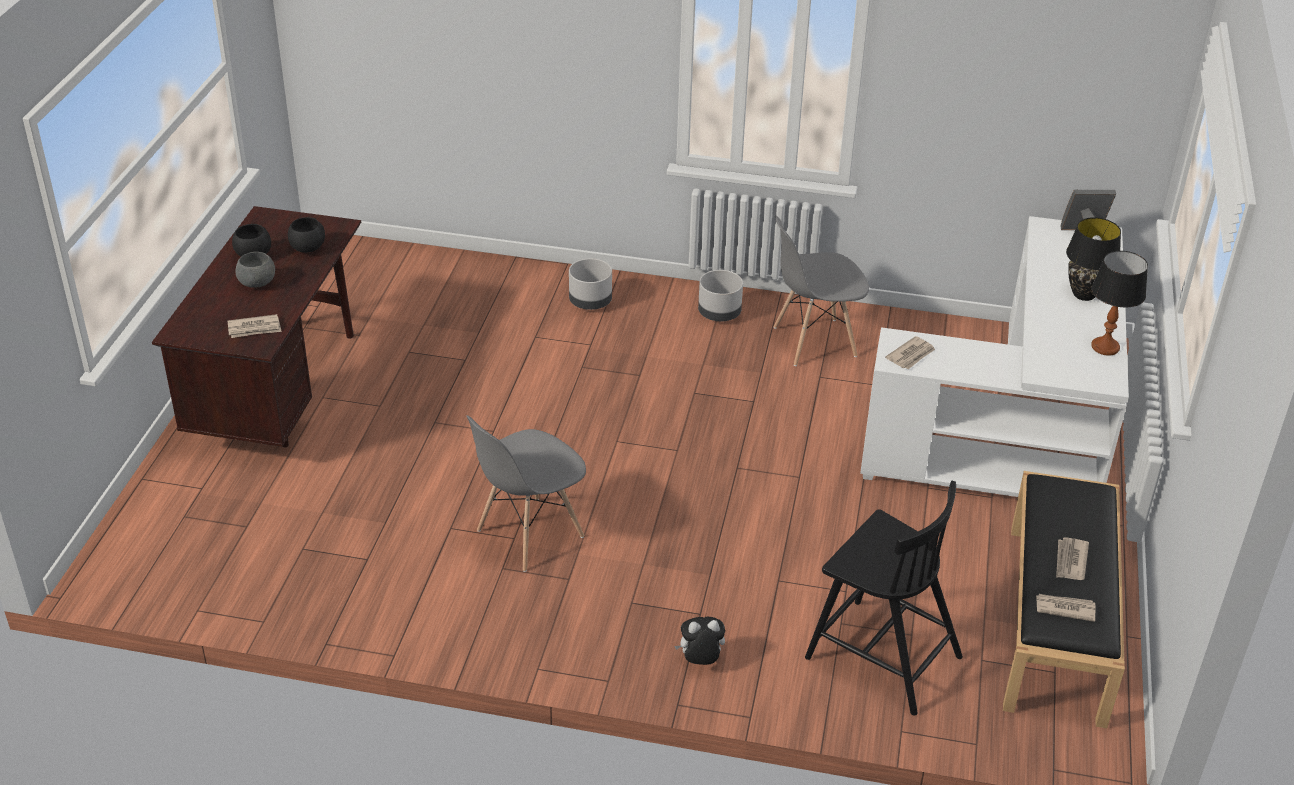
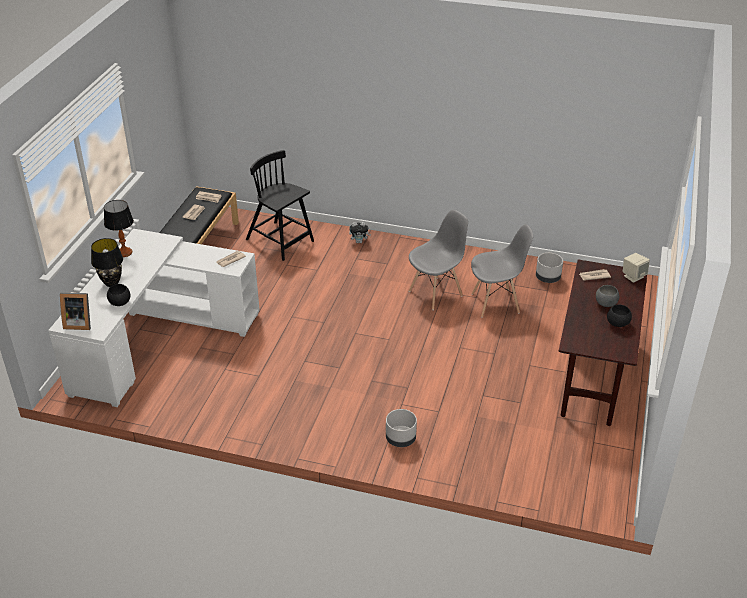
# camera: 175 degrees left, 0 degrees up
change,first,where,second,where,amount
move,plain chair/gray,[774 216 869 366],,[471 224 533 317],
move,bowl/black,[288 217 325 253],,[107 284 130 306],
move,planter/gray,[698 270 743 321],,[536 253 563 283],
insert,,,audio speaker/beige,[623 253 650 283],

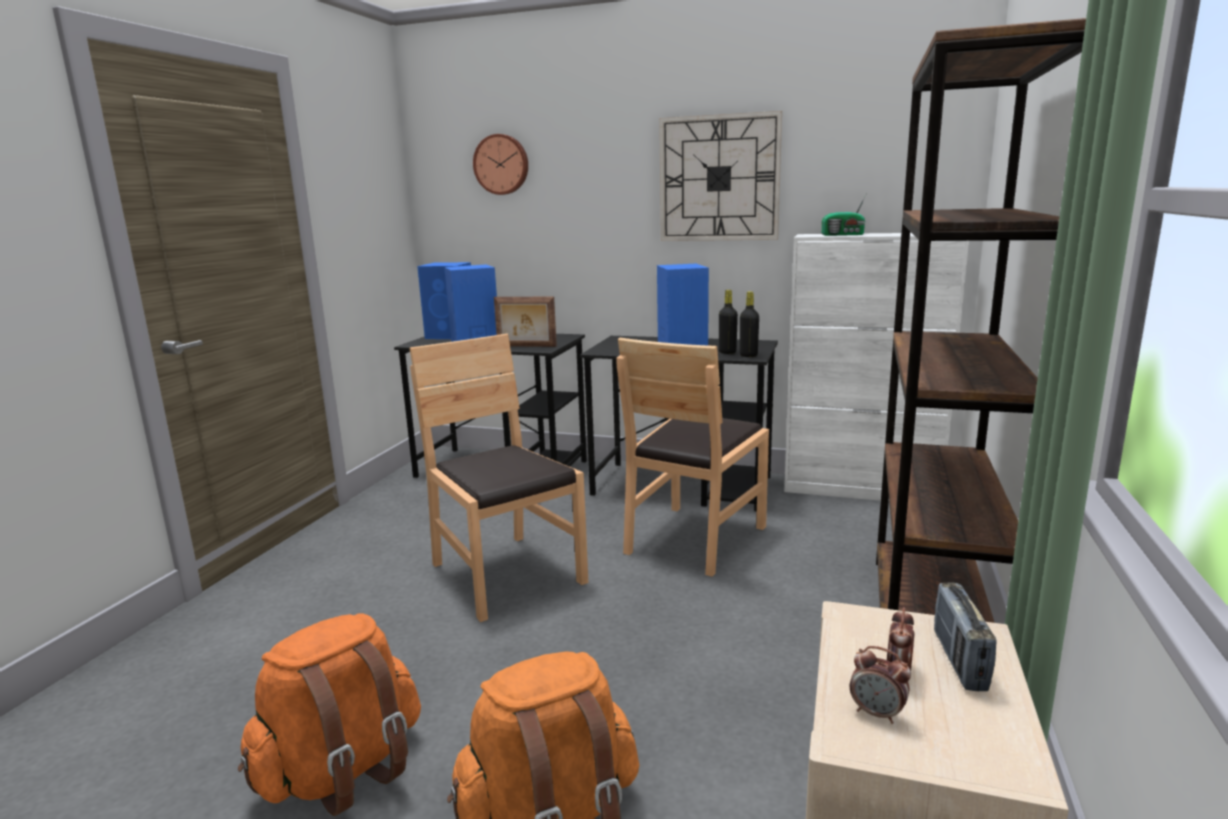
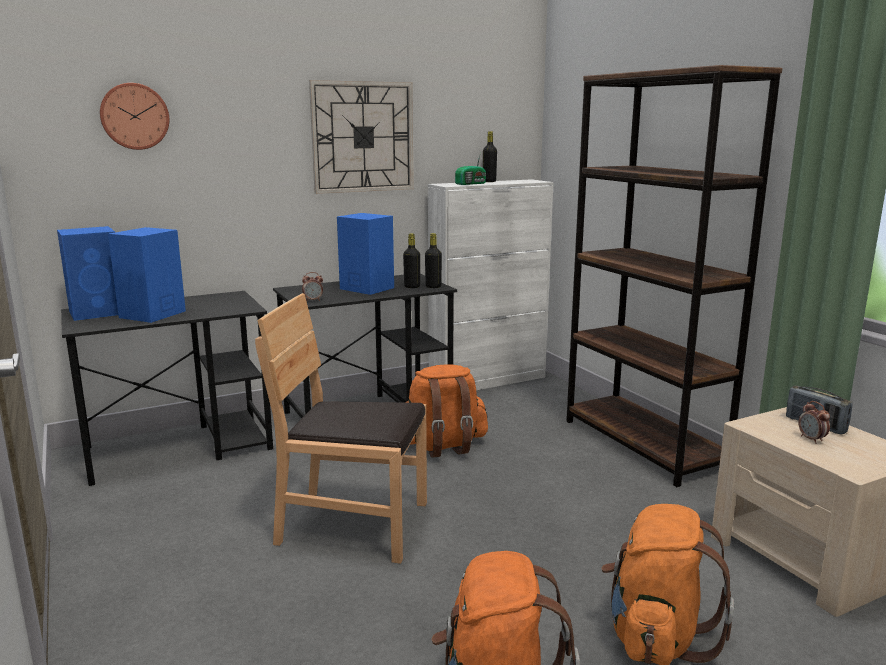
# camera: 45 degrees left, 0 degrees up
change,first,where,second,where,amount
delete,photo frame,[494 297 557 347],,,
replace,plain chair/brownish,[616 338 769 577],backpack/orangey,[406 364 488 458],
move,table clock,[850 646 911 724],,[302 272 323 301],
insert,,,bottle/black,[483 131 497 182],

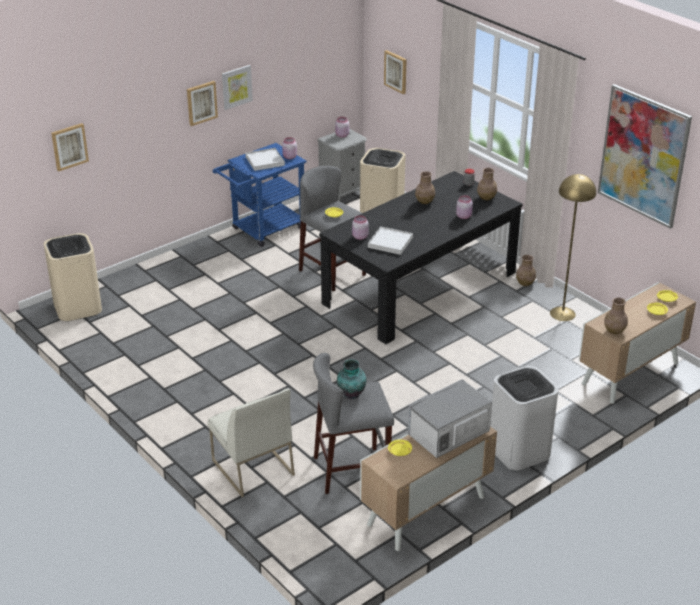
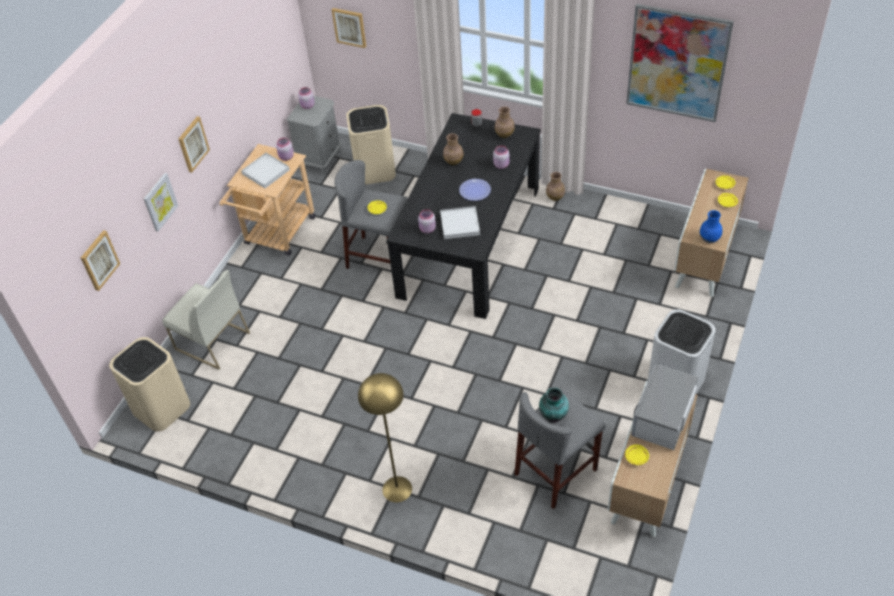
# camera: 25 degrees left, 15 degrees up
change,first,where,second,where,amount
move,wall picture,[222 65 253 110],,[144 173 178 231],
recolor,cart/bluish,[213 143 307 247],cart/beige,[220 144 315 256],
move,standing lamp/yellowish,[550 174 596 321],,[358 373 412 503],
recolor,flower vase/brownish,[604 298 628 334],flower vase/bluish,[700 210 722 243],
move,plain chair/white-coloured,[208 389 295 497],,[162 270 250 370],
insert,,,flat dish,[459 179 491 201],

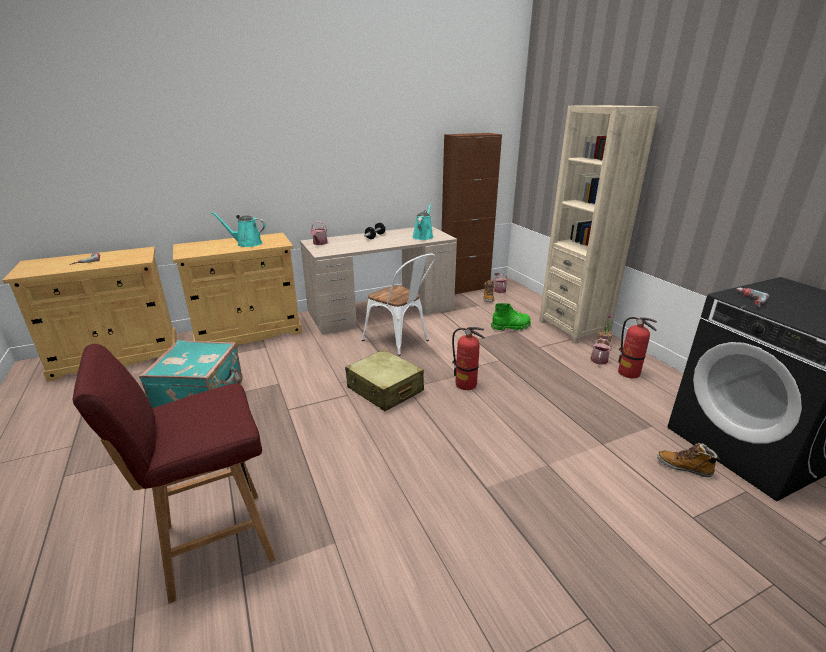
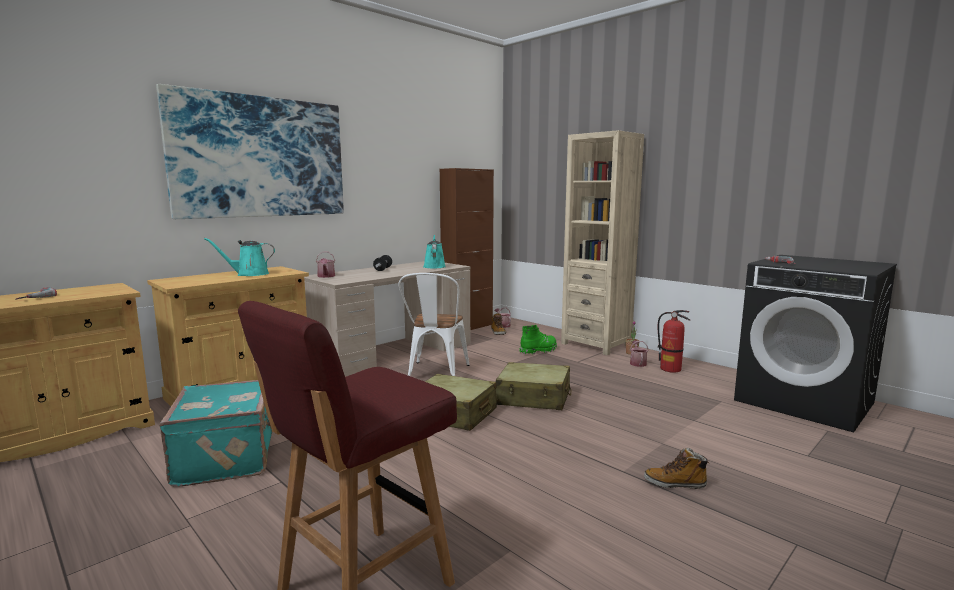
# camera: 20 degrees left, 15 degrees down
change,first,where,second,where,amount
rotate,plain chair/white-coloured,[362 254 436 356],,[398 273 470 376],75 degrees clockwise
replace,extinguisher,[452 327 485 390],piece of luggage/beige,[496 362 571 410],
move,boot,[657 443 720 477],,[644 447 709 489],
insert,,,wall picture,[156 84 344 219],

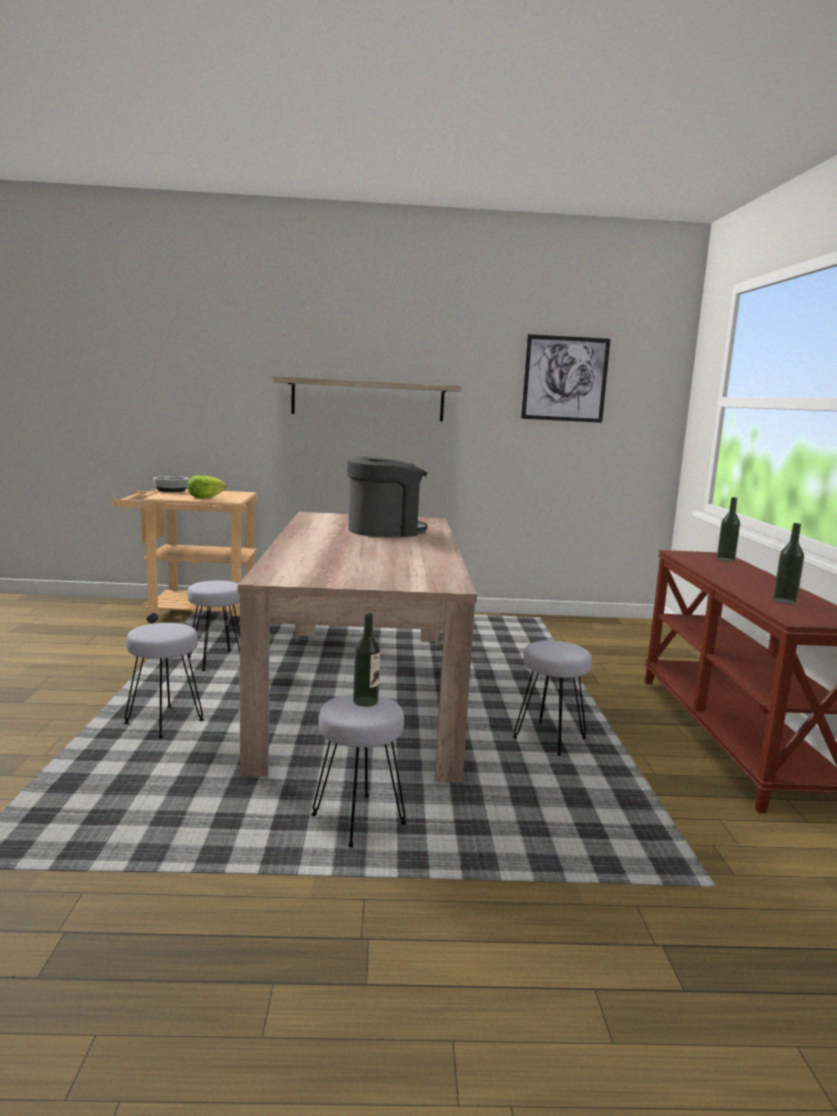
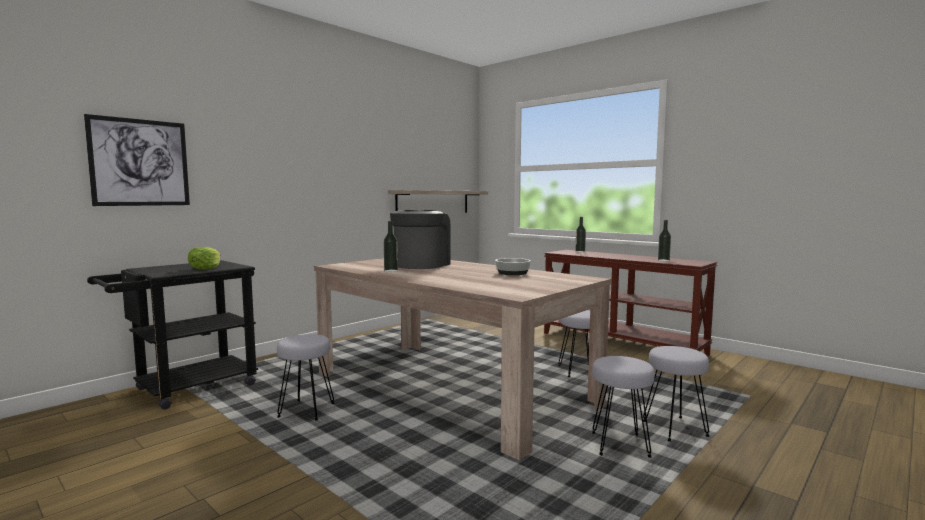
# camera: 45 degrees left, 5 degrees down
change,first,where,second,where,amount
move,wall picture,[521 334 611 423],,[84 114 190 206],
move,bracket shelf,[273 376 461 421],,[388 190 488 213],
move,bowl,[153 476 189 492],,[495 258 531 275],
recolor,cart/beige,[111 489 258 626],cart/black,[87 260 258 410],
move,bottle,[353 613 380 707],,[384 221 398 272],
move,stool seat/gray,[124 623 204 739],,[643 346 710 442],

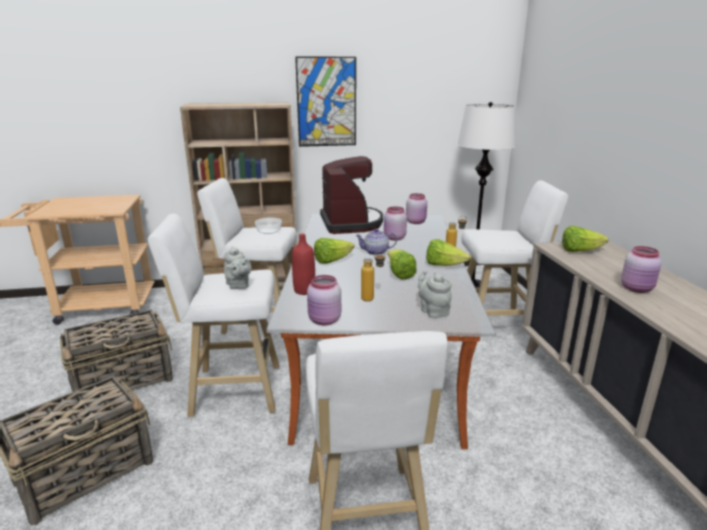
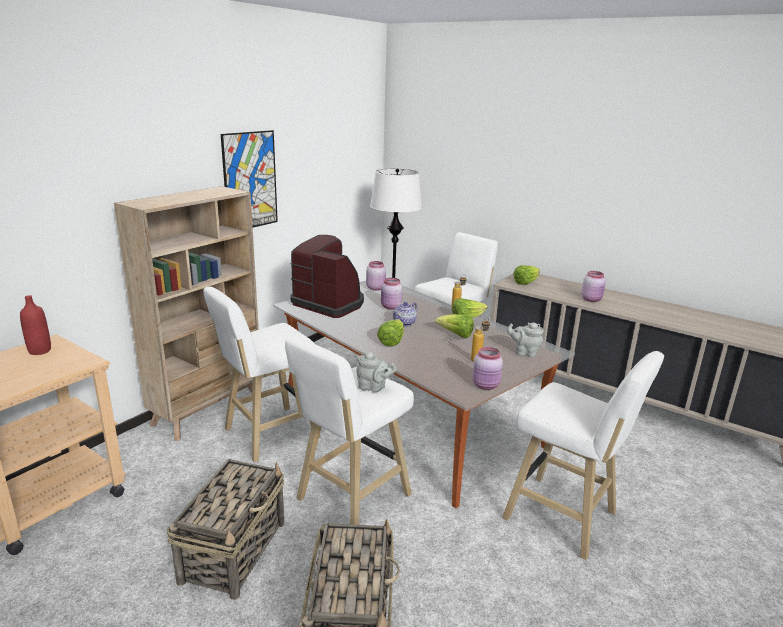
# camera: 45 degrees left, 0 degrees up
change,first,where,second,where,amount
delete,bowl,[255 217 282 234],,,
move,bottle/reddish,[292 234 315 295],,[20 295 51 355],

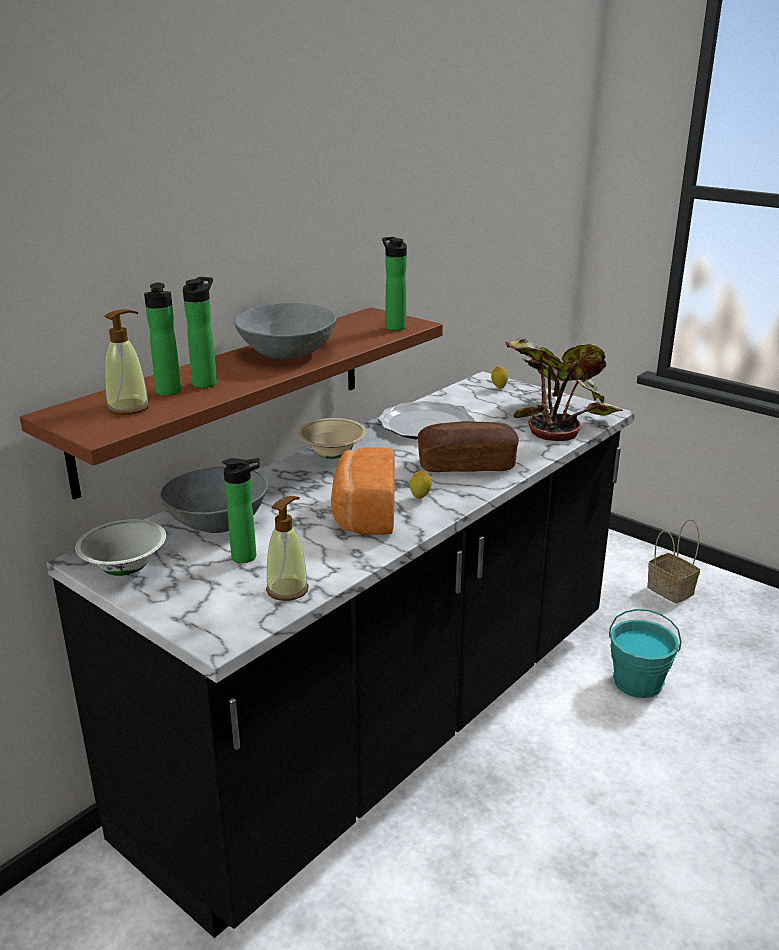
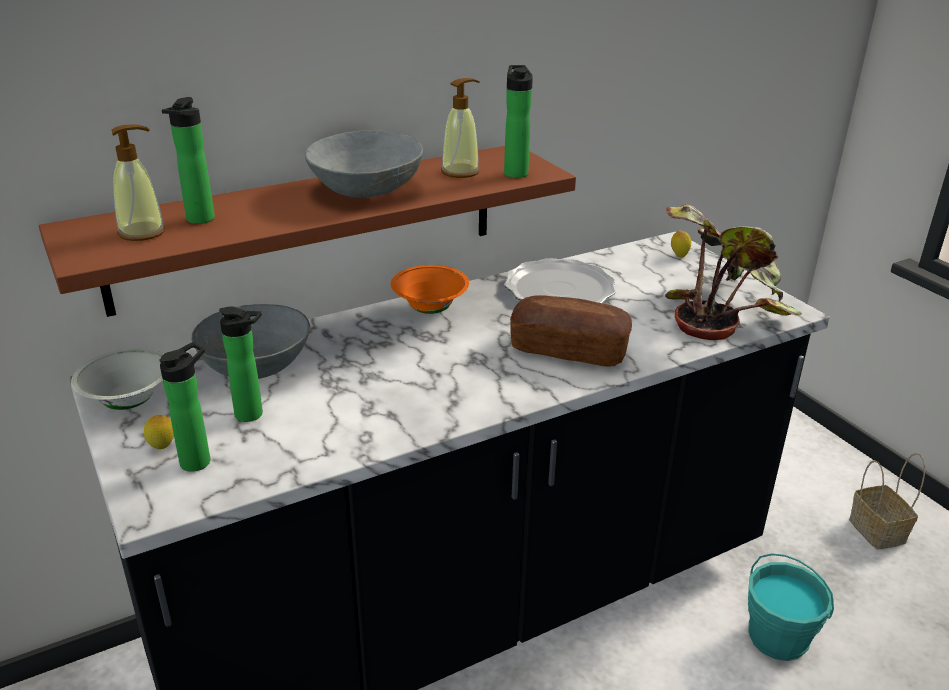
# camera: 20 degrees right, 5 degrees up
change,first,where,second,where,amount
move,bottle,[183 277 217 388],,[159 342 210 472],
recolor,bowl/beige,[298 418 367 459],bowl/orangey,[391 265 469 314],
delete,bread,[331 447 395 535],,,
move,whole lemon,[410 471 432 498],,[144 415 174 449],
move,liquid soap bottle,[266 496 309 601],,[441 78 480 178],

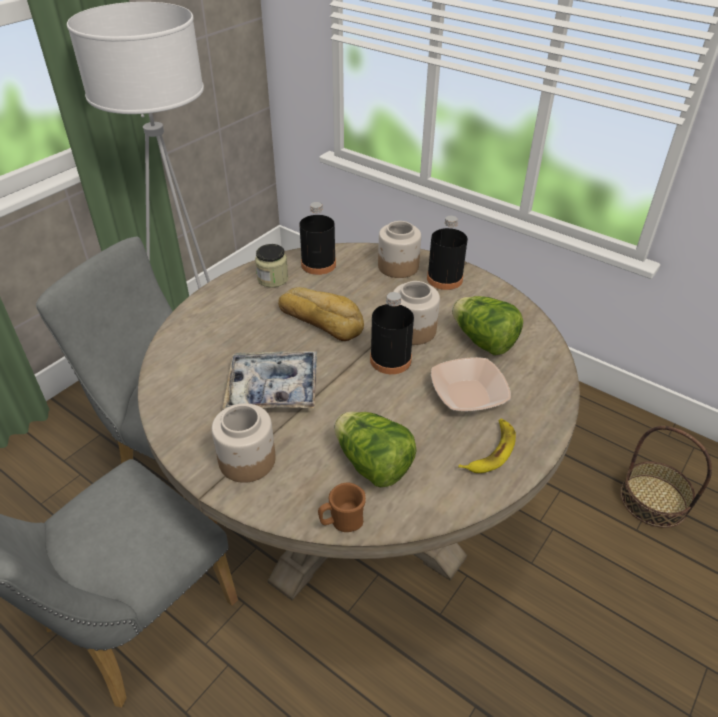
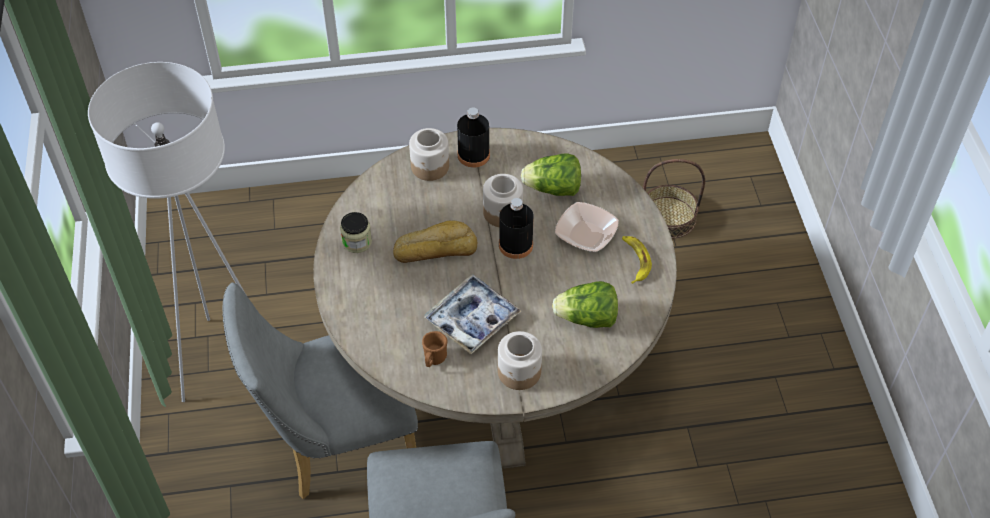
# camera: 45 degrees left, 10 degrees up
change,first,where,second,where,amount
delete,bottle/black,[299 202 336 275],,,
move,coffee mug/brownish,[318 482 366 532],,[422 331 448 367],

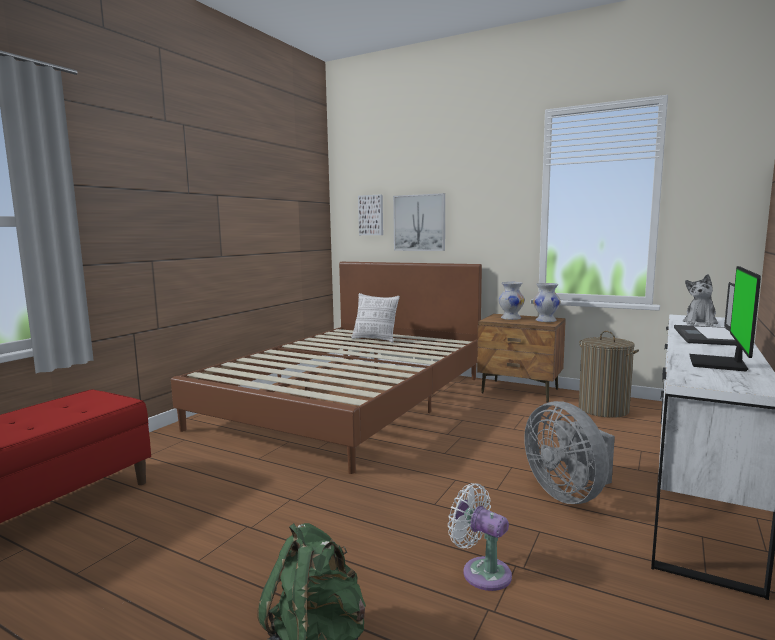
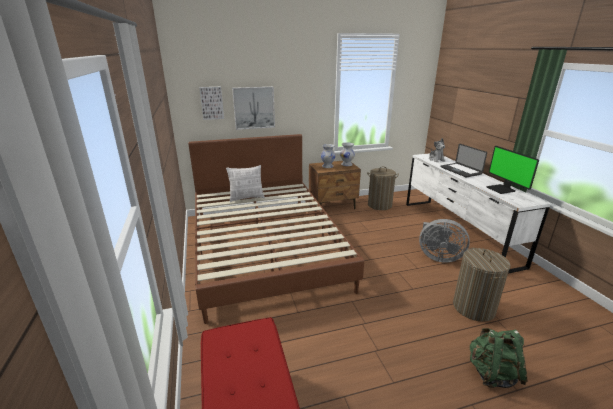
# camera: 45 degrees left, 15 degrees up
change,first,where,second,where,amount
replace,cooling fan/white-coloured,[448 483 512 591],hamper,[453 248 511 322],

